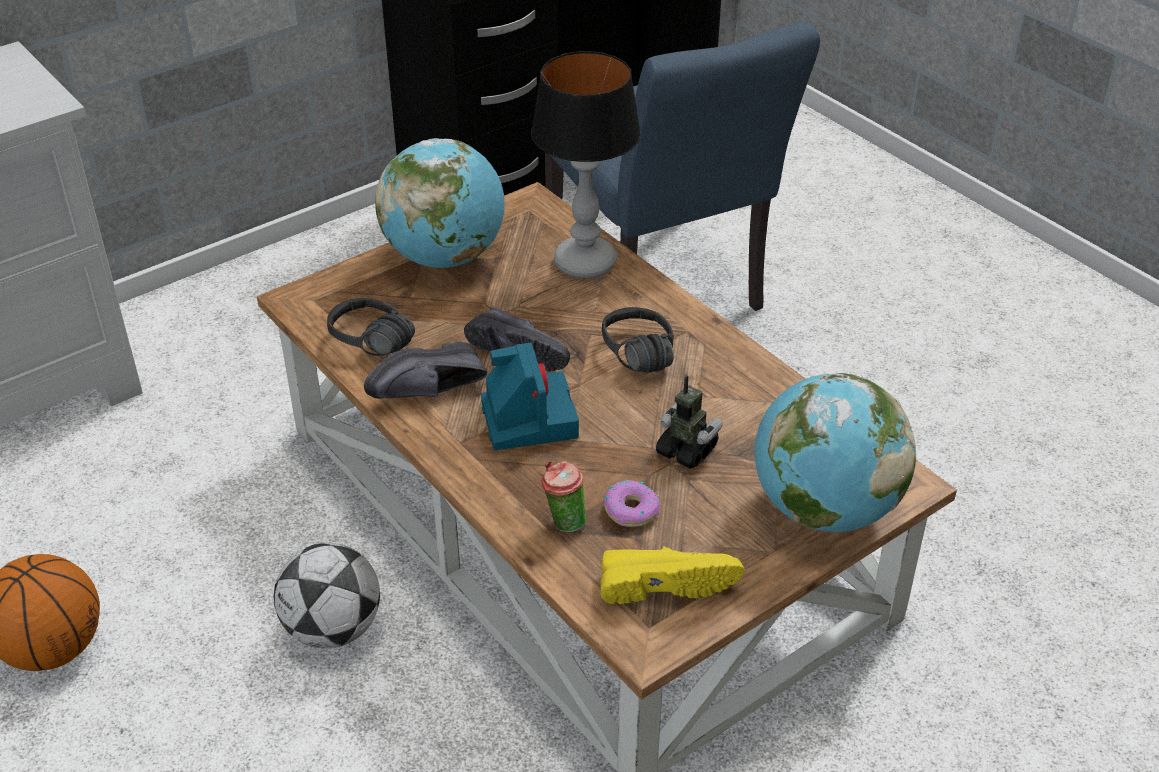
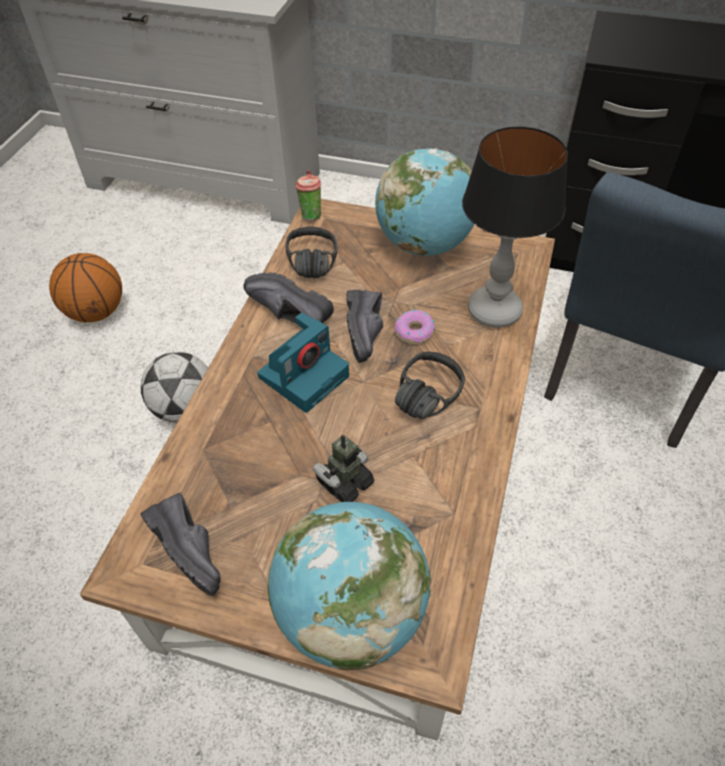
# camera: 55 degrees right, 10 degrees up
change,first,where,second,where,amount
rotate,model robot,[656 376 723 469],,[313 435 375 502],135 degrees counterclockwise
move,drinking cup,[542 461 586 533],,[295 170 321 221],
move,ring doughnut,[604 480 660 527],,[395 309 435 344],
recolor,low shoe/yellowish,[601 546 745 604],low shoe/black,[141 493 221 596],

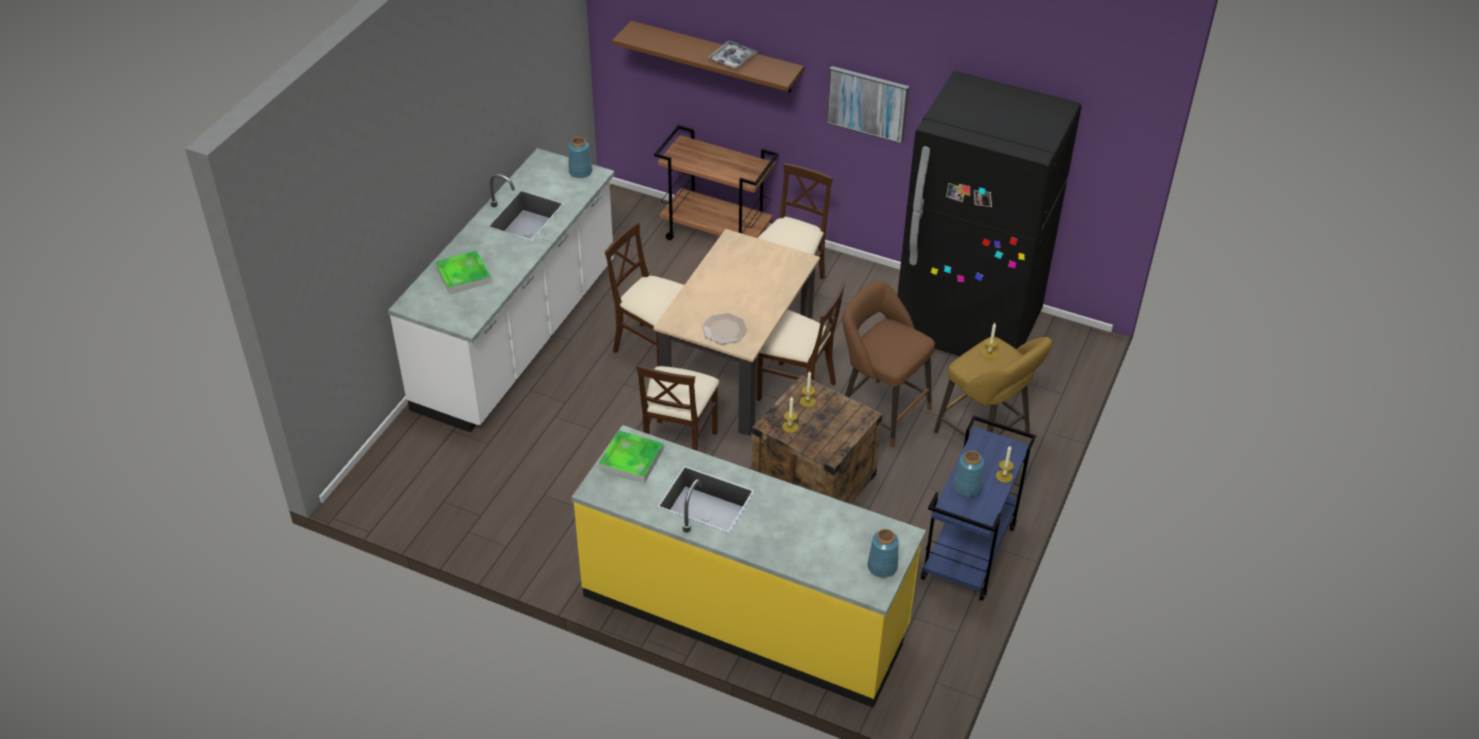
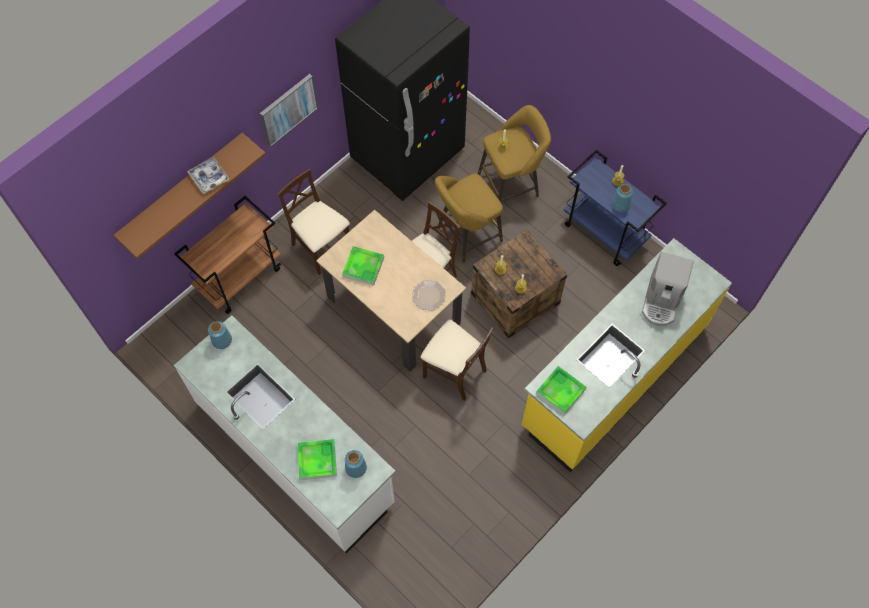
# camera: 70 degrees left, 20 degrees up
change,first,where,second,where,amount
delete,plain chair/beige,[605 222 684 366],,,
recolor,stool seat/brownish,[842 281 935 448],stool seat/yellowish,[435 173 503 263],
move,flower vase/bluish,[867 529 899 578],,[345 450 367 478],
insert,,,serving tray,[342 246 384 286],
insert,,,coffee machine,[642 252 694 326],

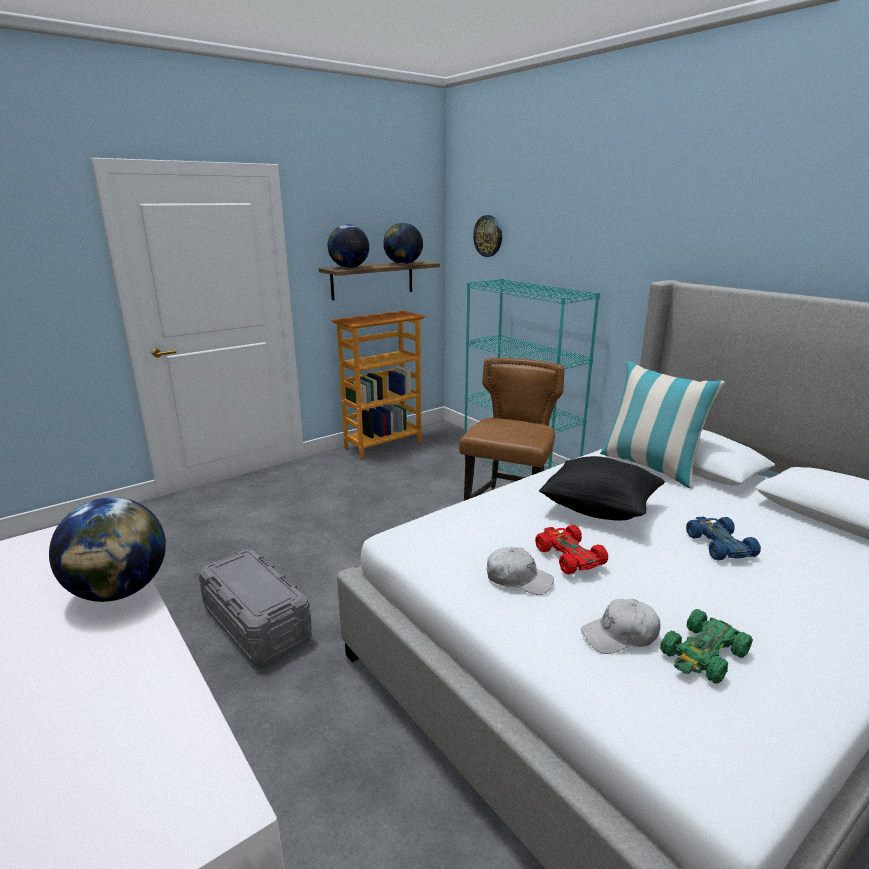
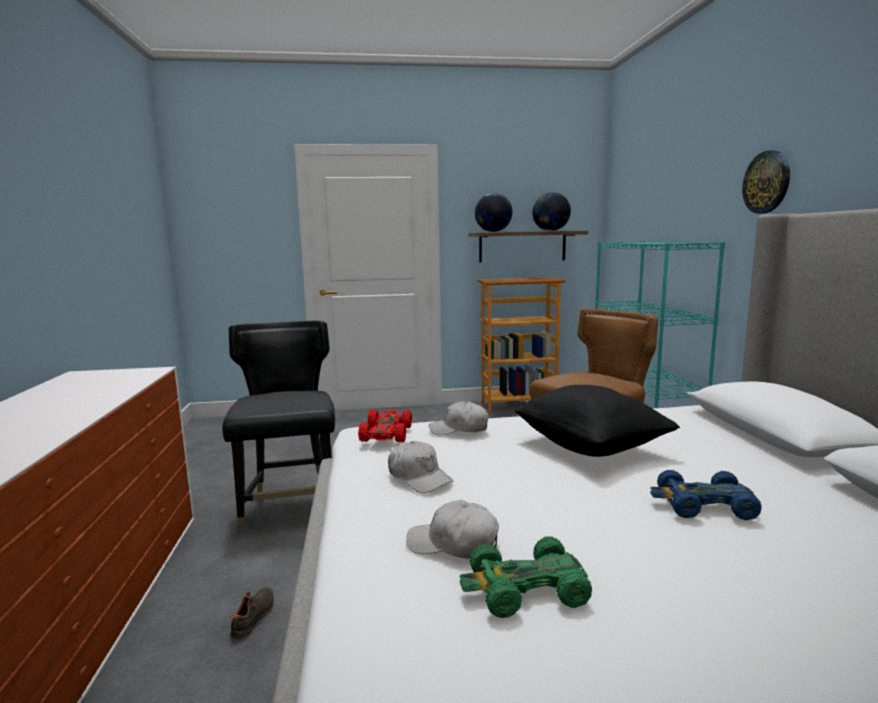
# camera: 30 degrees right, 10 degrees down
change,first,where,second,where,amount
move,hanging clock,[473 215 502 257],,[742 151 790 214],
delete,throw pillow,[600 361 725 489],,,
delete,globe,[49 497 166 602],,,
rotate,model car/bluish,[686 517 761 560],,[650 470 762 520],105 degrees counterclockwise
move,model car/reddish,[535 525 608 575],,[358 410 412 442],
replace,storage box/gray,[198 550 312 666],plain chair/black,[222 320 335 532],
insert,,,peaked cap/white-coloured,[429 401 488 435],
insert,,,low shoe/black,[230 587 273 639],

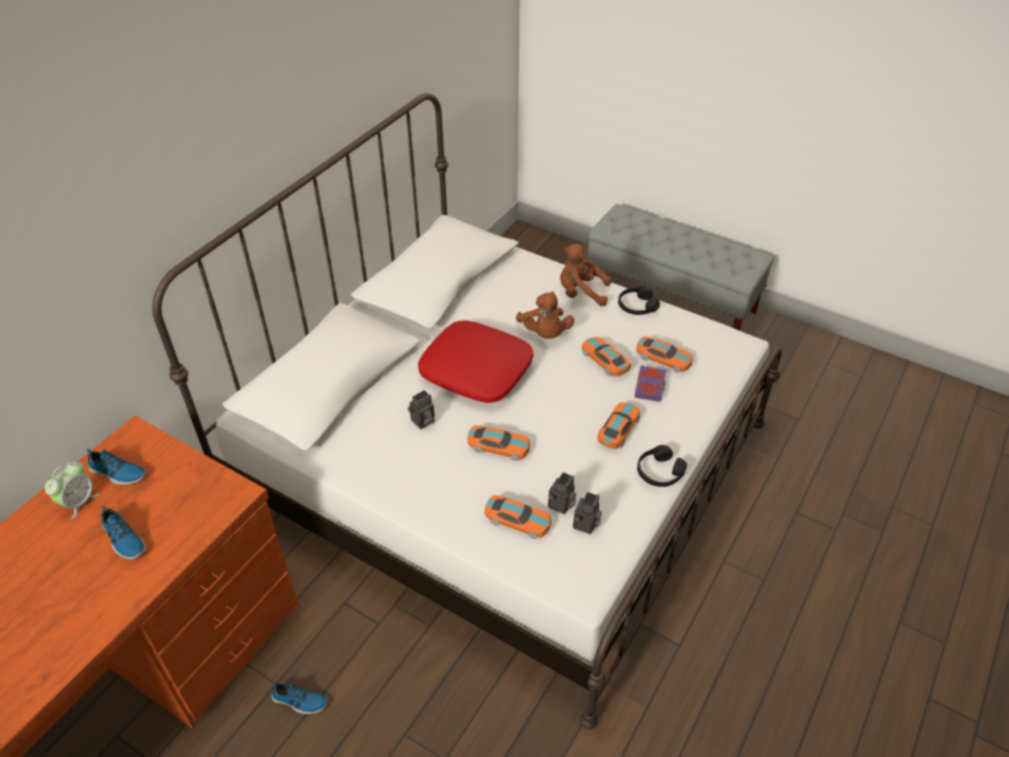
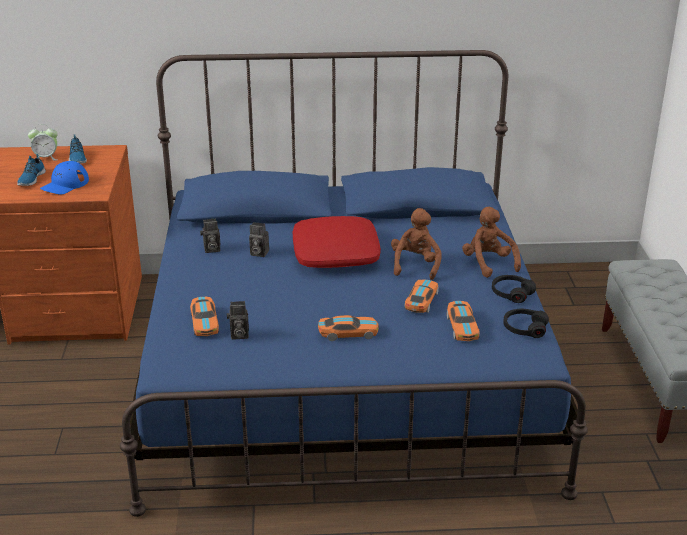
# camera: 55 degrees right, 15 degrees down
change,first,where,second,where,amount
recolor,bedroom bed/white-coloured,[152 93 782 729],bedroom bed/bluish,[120 50 588 517],
rotate,plush toy/brownish,[516 291 574 339],,[391 208 442 280],150 degrees clockwise
delete,book/purple-coloured,[635 365 666 402],,,
delete,model car,[468 425 530 461],,,
move,pair of headphones/black,[637 445 687 487],,[503 309 549 338],
move,still camera,[573 492 602 534],,[200 219 221 253],
delete,low shoe,[271 683 328 714],,,
insert,,,peaked cap/bluish,[40 161 89 195],

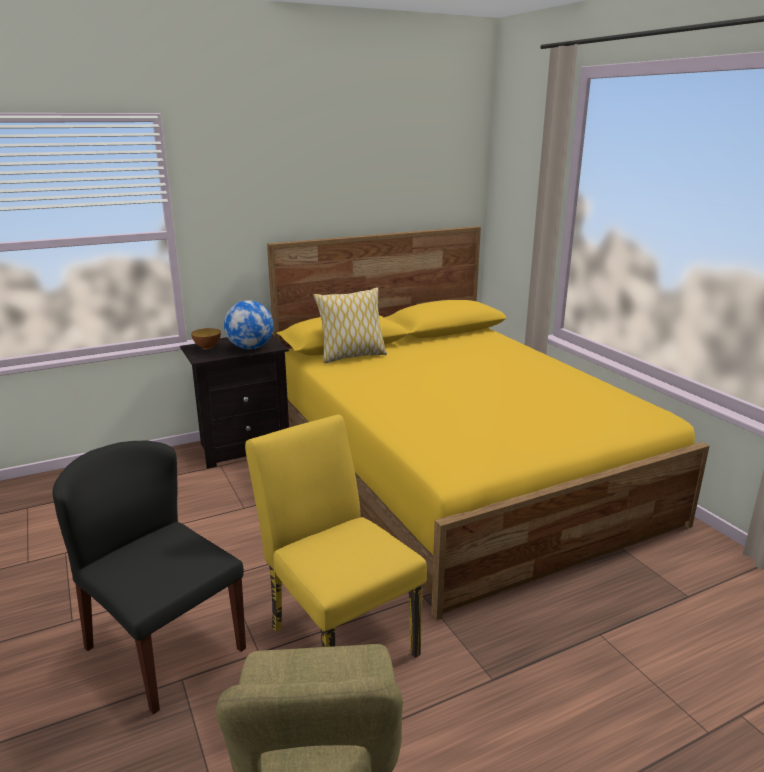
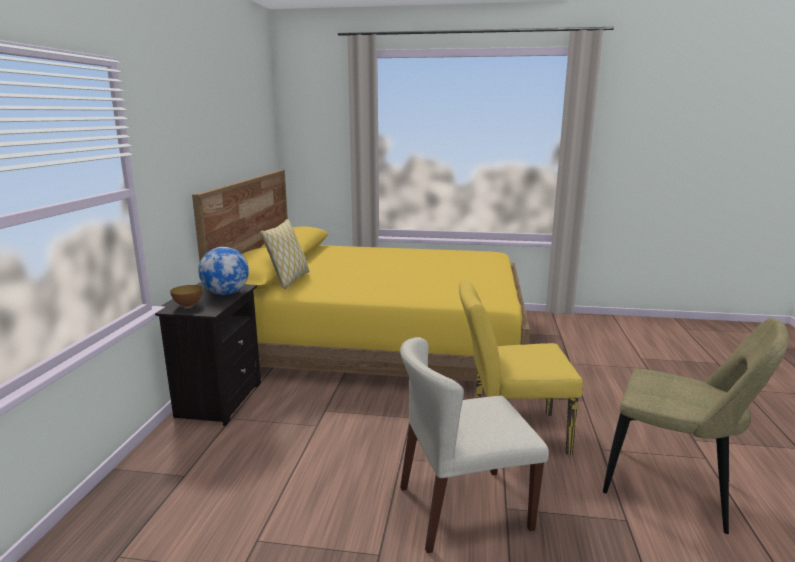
# camera: 55 degrees left, 5 degrees down
change,first,where,second,where,amount
recolor,plain chair/black,[52 440 246 714],plain chair/beige,[400 337 549 553],

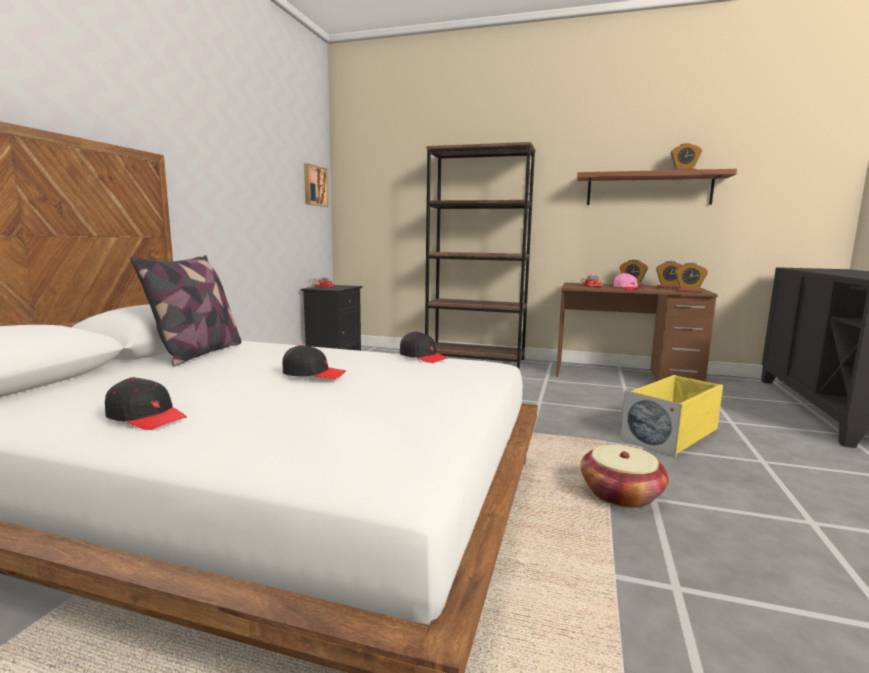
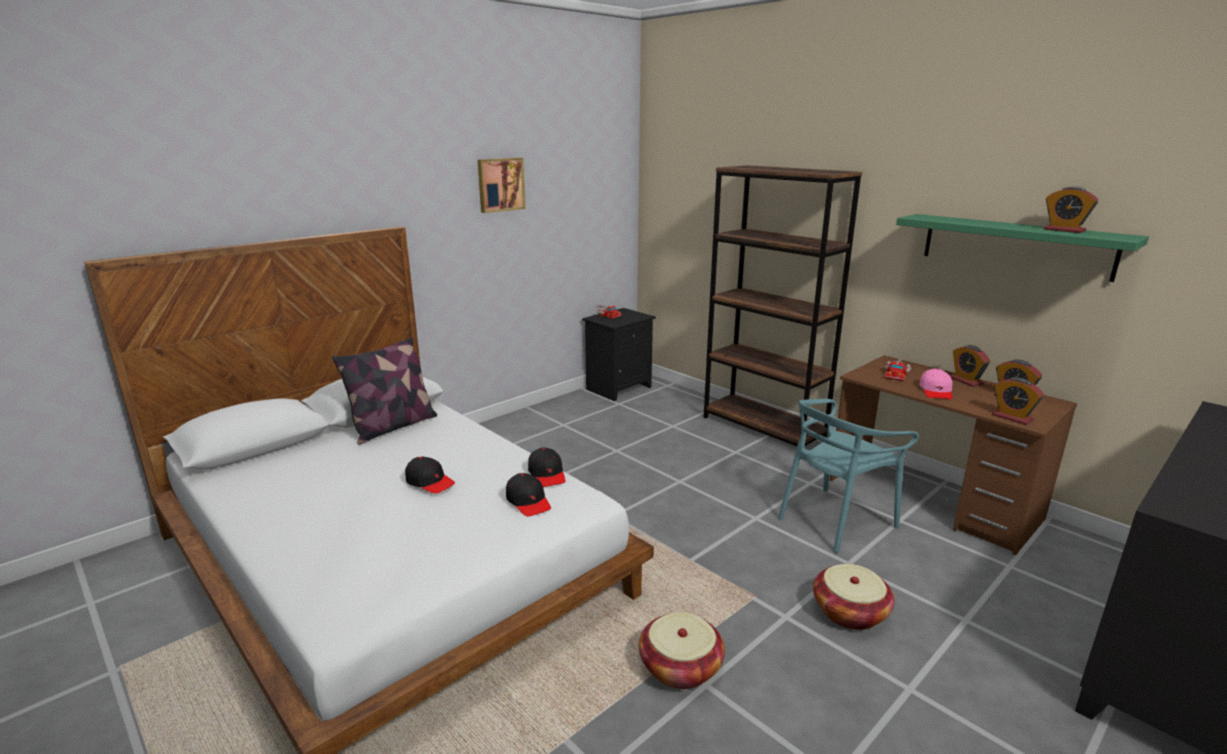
# camera: 30 degrees right, 10 degrees up
change,first,where,second,where,amount
move,wall picture,[304 163 329 207],,[477 158 526 213],
recolor,bracket shelf/brownish,[577 169 737 205],bracket shelf/greenish,[896 214 1149 282],
replace,storage box/yellowish,[620 375 723 458],storage basket,[813 564 895 630],
move,peaked cap/black,[105 377 187 430],,[506 473 551 517],
insert,,,plain chair/blue-green,[778 399 919 553],

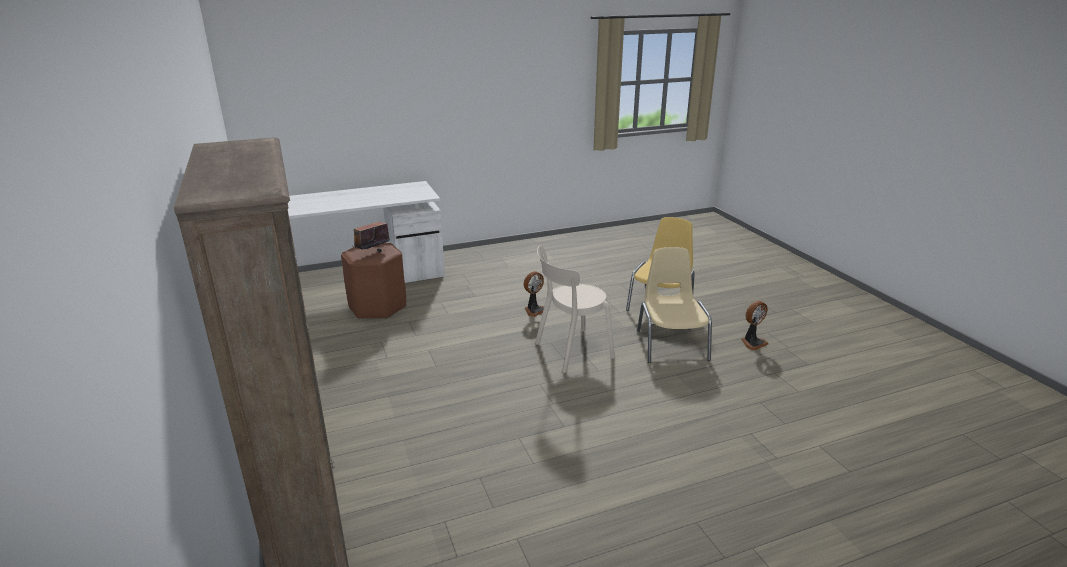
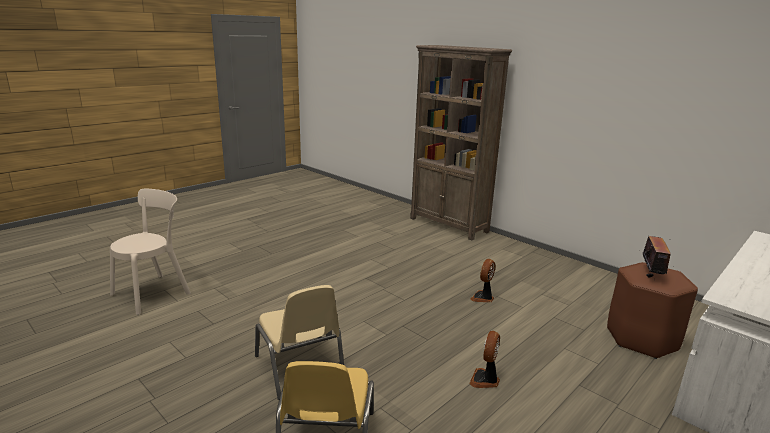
# camera: 155 degrees right, 5 degrees down
change,first,where,second,where,amount
move,plain chair/beige,[535 245 615 373],,[110 189 191 315],
move,cooling fan,[741 301 768 351],,[470 259 495 302],

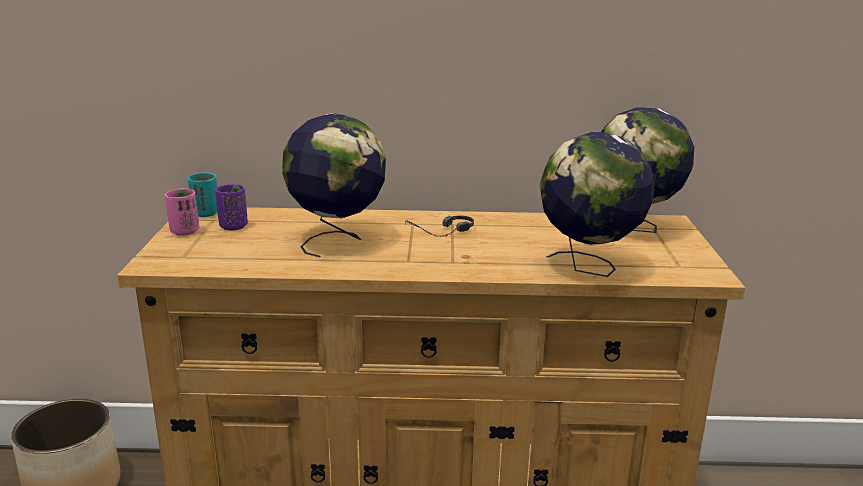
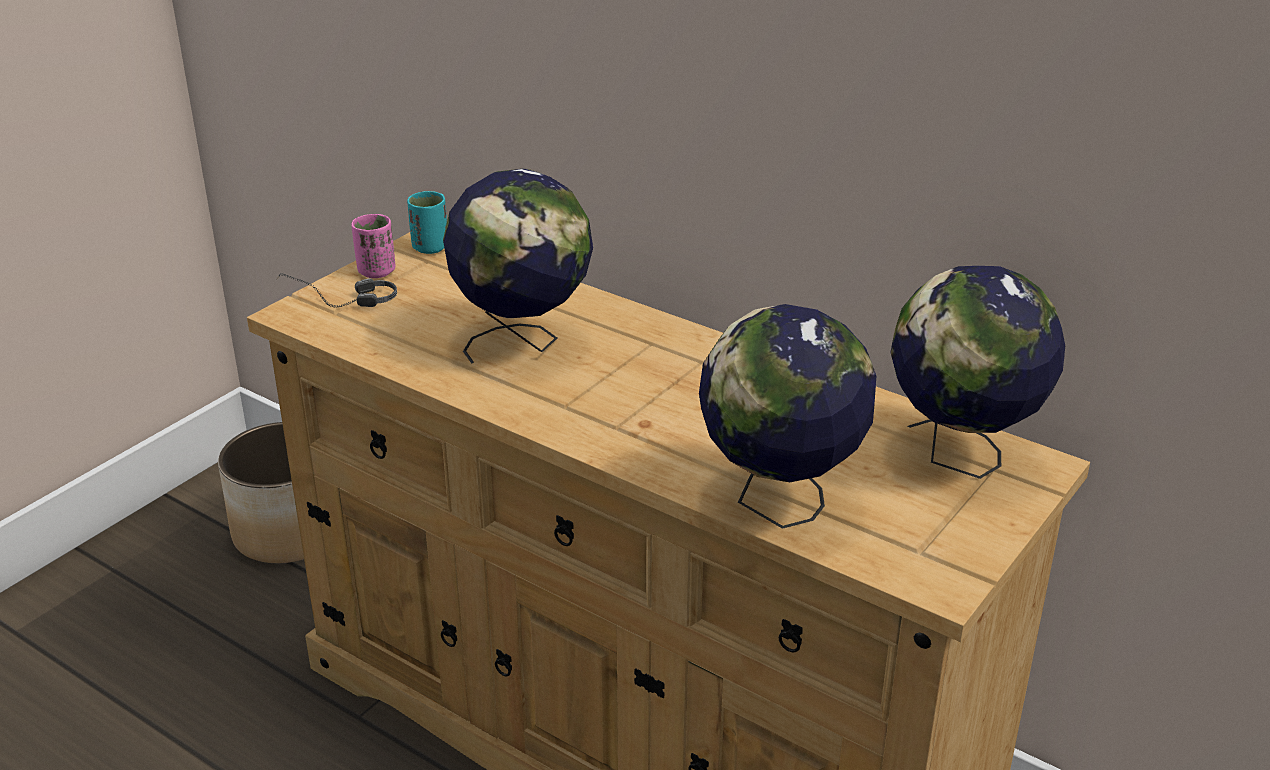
# camera: 35 degrees right, 10 degrees up
change,first,where,second,where,amount
delete,drinking cup/purple-coloured,[215 184 248 230],,,
move,pair of headphones,[405 215 474 237],,[277 273 397 307],

